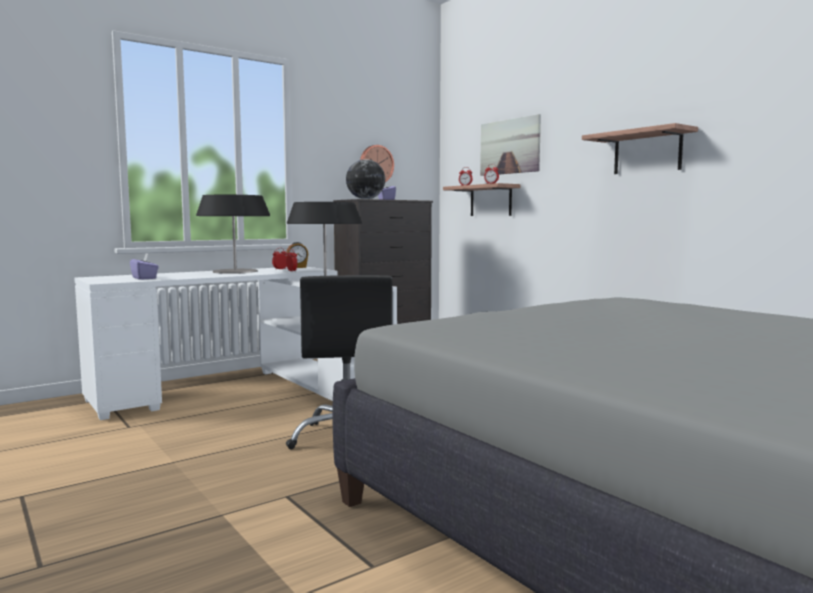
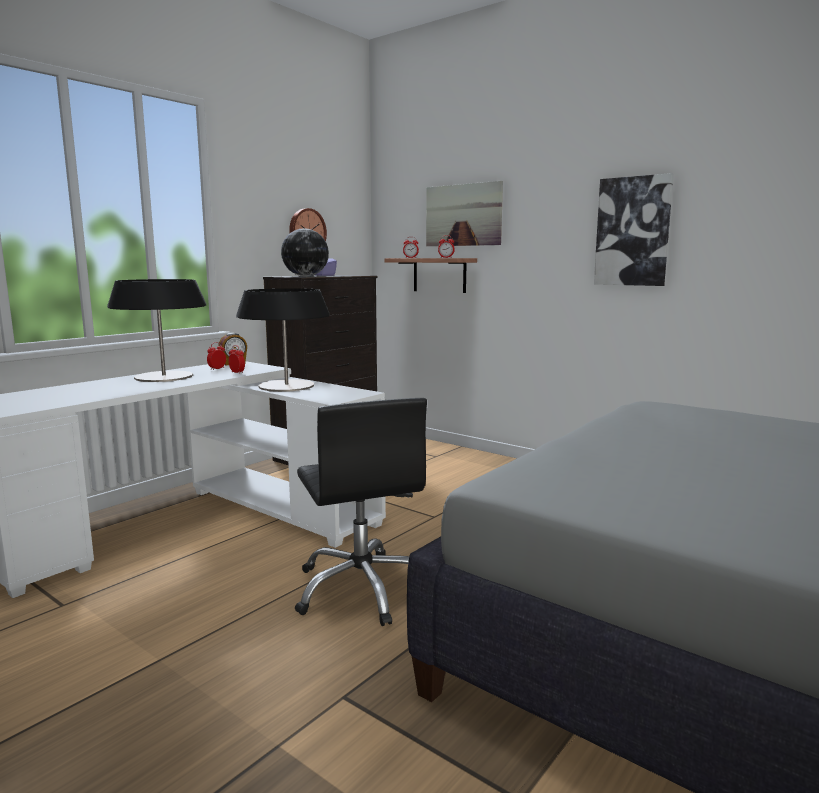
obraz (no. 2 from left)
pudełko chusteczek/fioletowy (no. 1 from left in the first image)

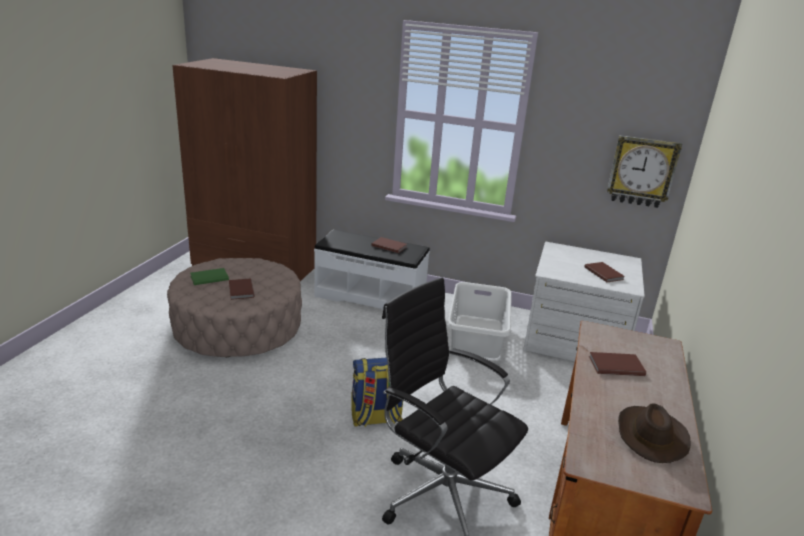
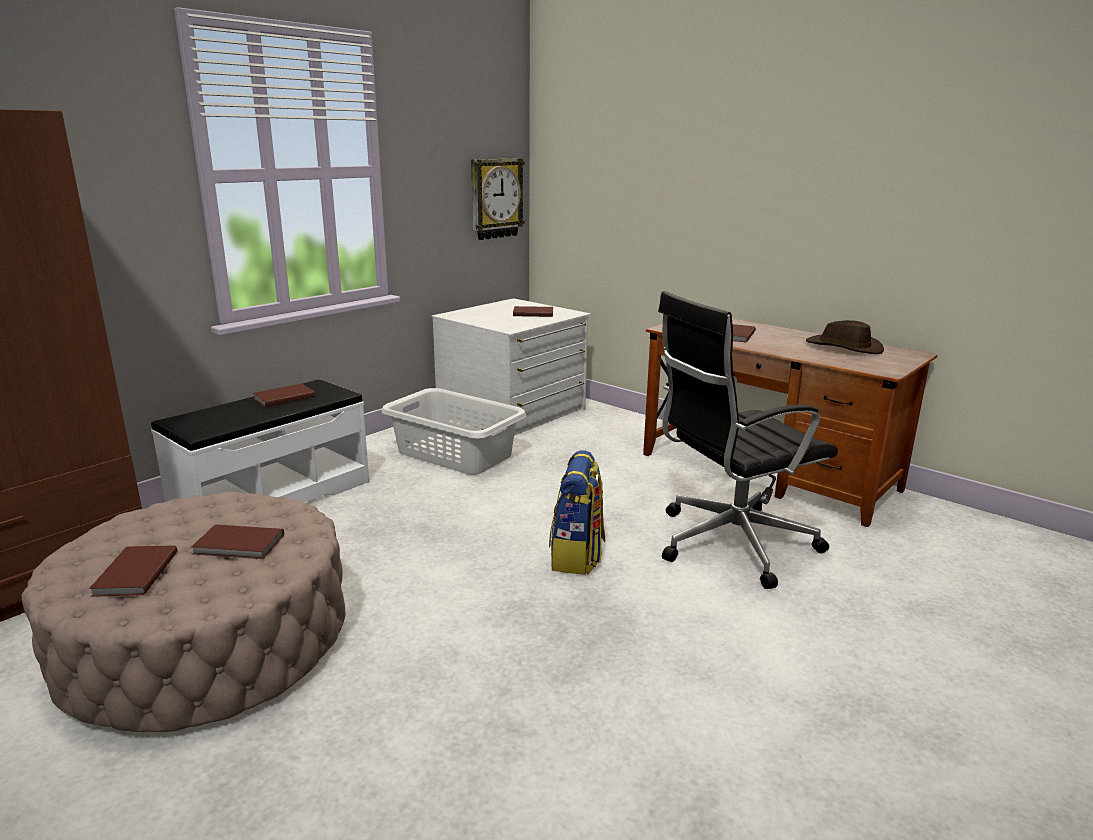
książka/brązowy (no. 1 from left)

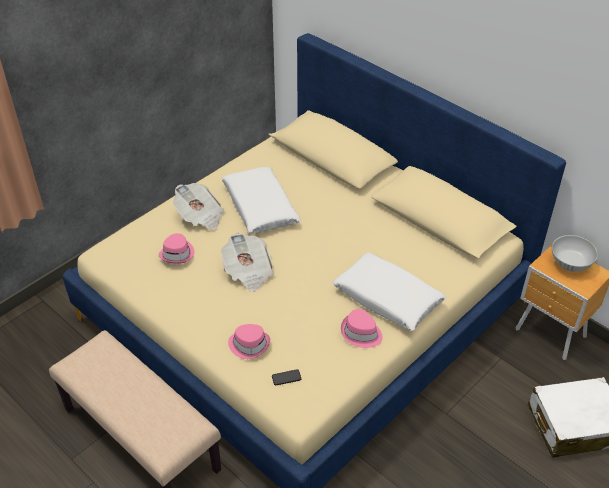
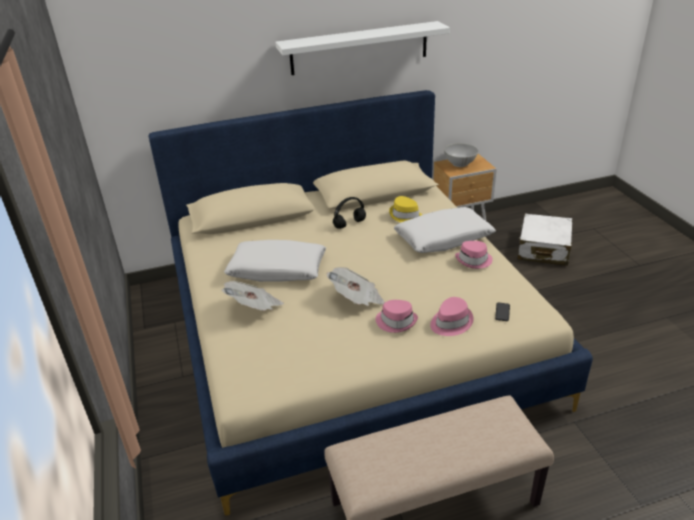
półka/biały
słuchawki/czarny
kapelusz/różowy (no. 1 from left)
kapelusz/żółty

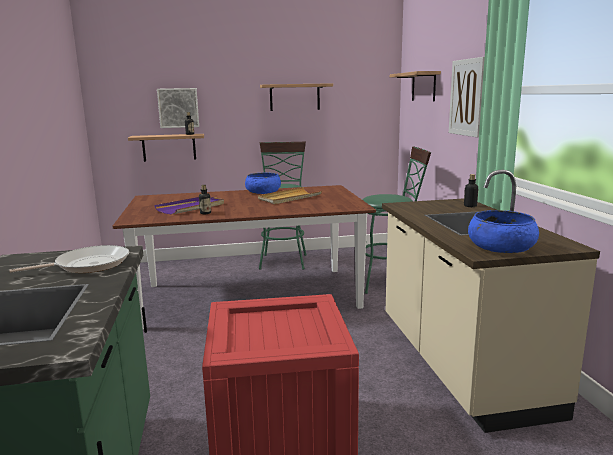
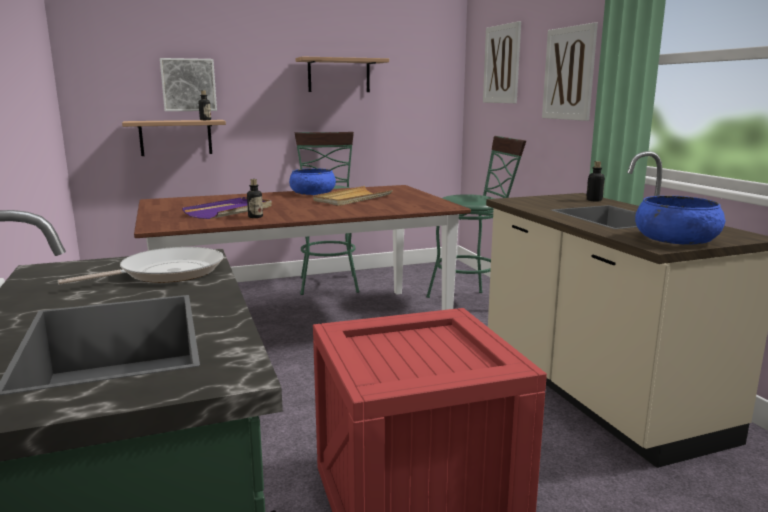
obraz (no. 2 from left)

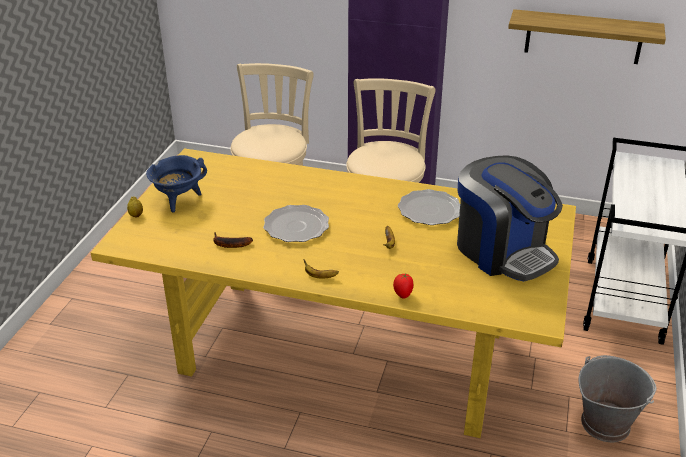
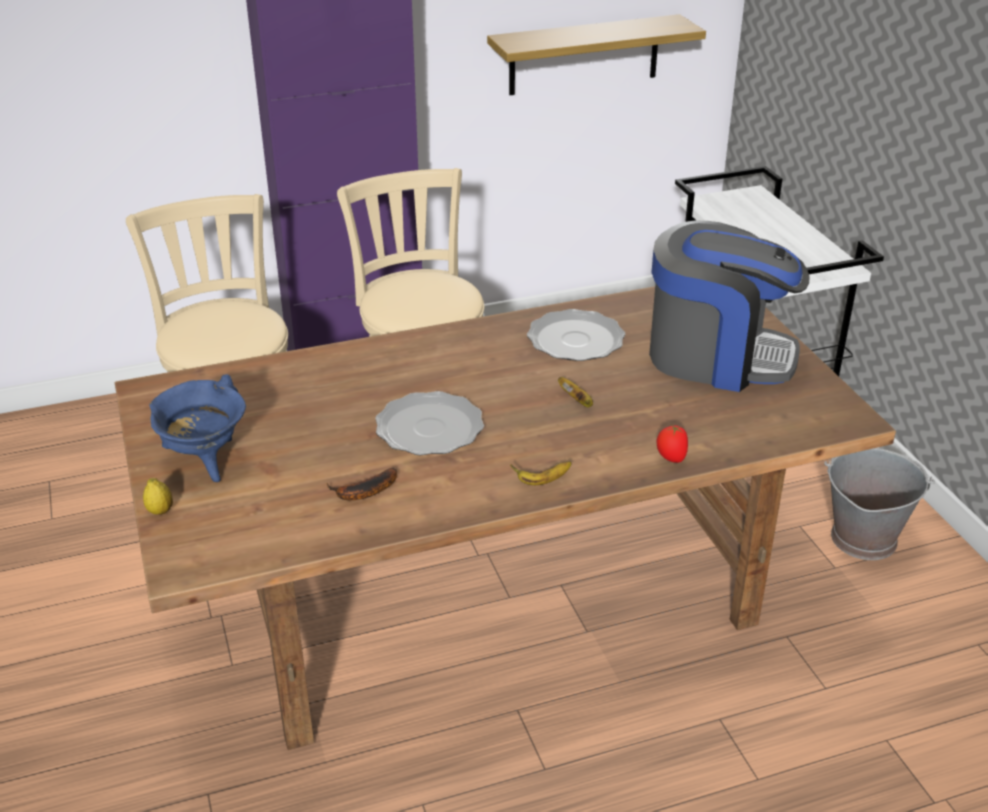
stół jadalny/brązowy

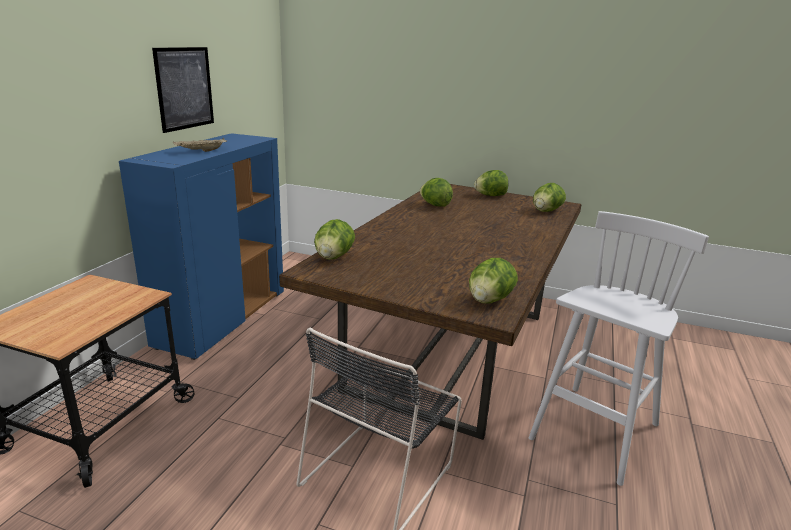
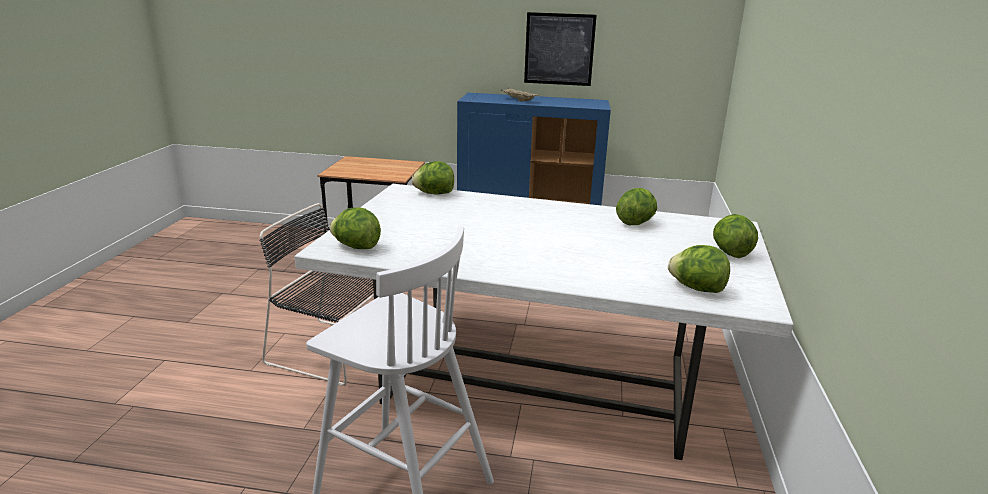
stół jadalny/biały

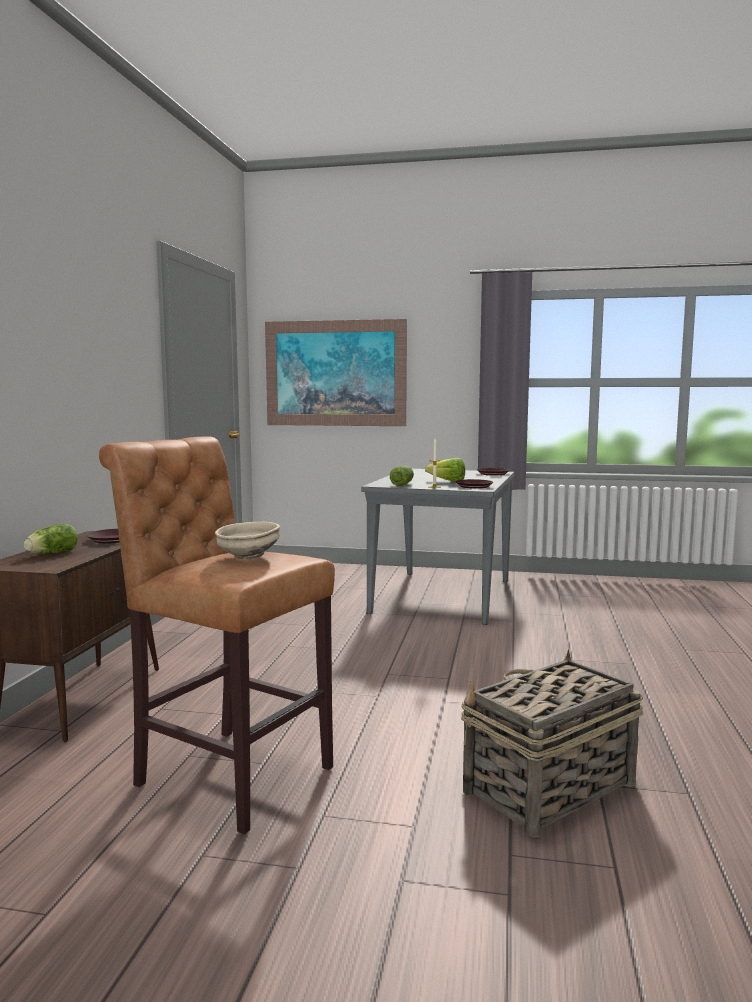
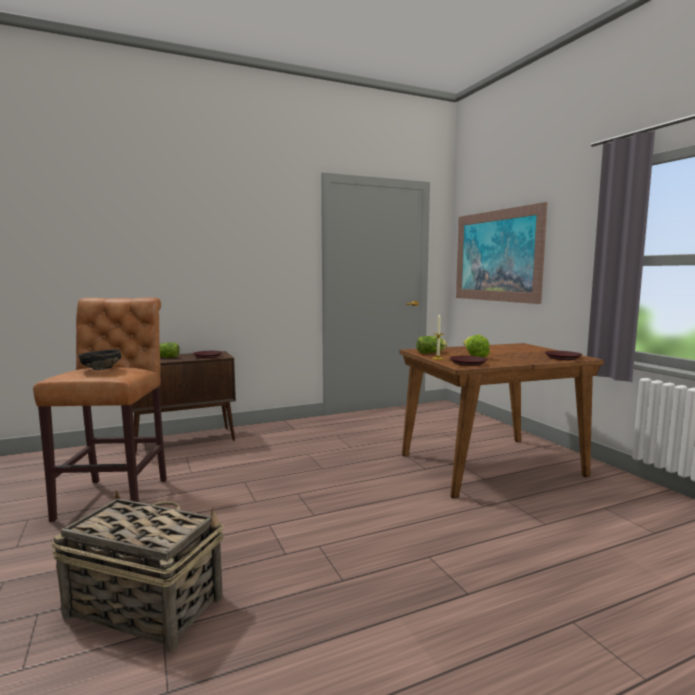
miska/czarny
stół jadalny/brązowy

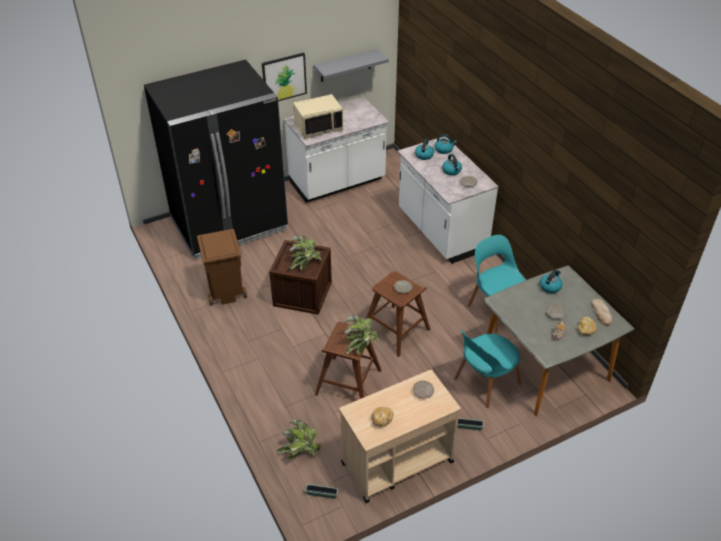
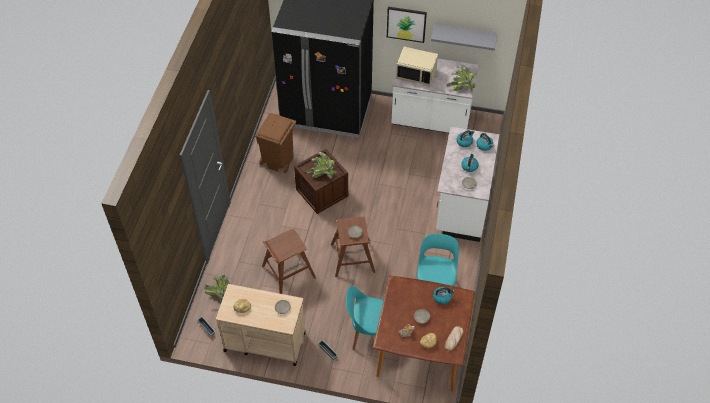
stół jadalny/brązowy
roślina doniczkowa (no. 3 from left)

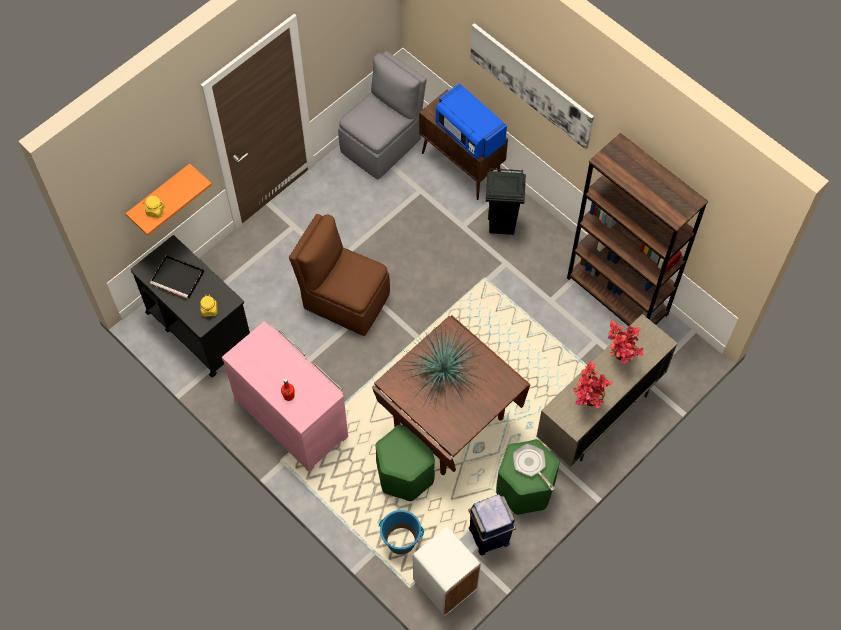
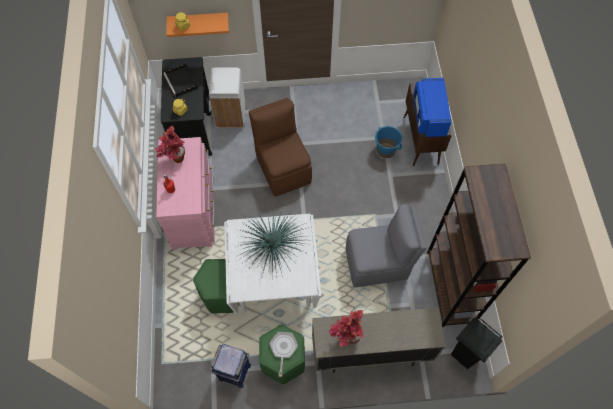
roślina doniczkowa (no. 1 from left)
kosz na śmieci/biały
stół jadalny/biały
krzesło/szary
wiadro/niebieski
kosz na śmieci/czarny
obraz

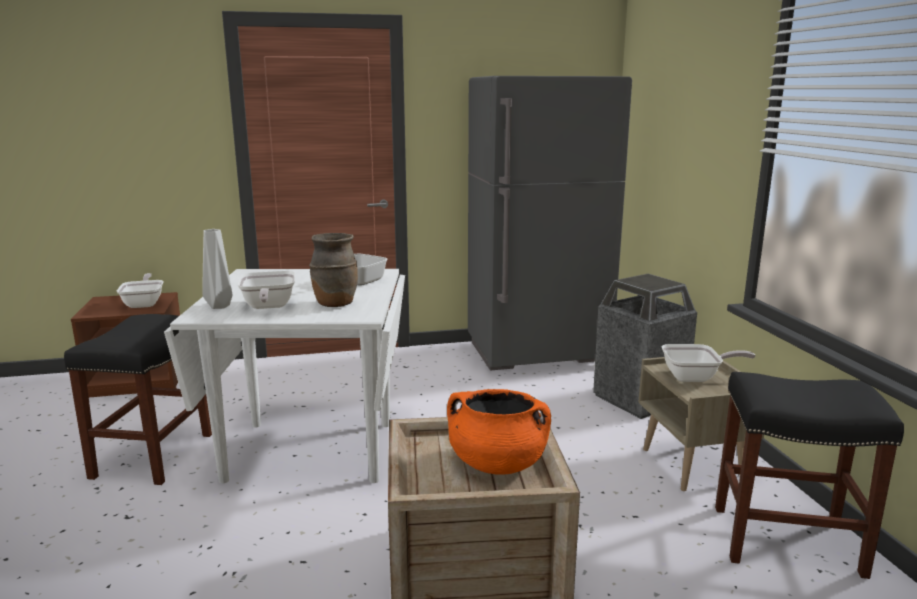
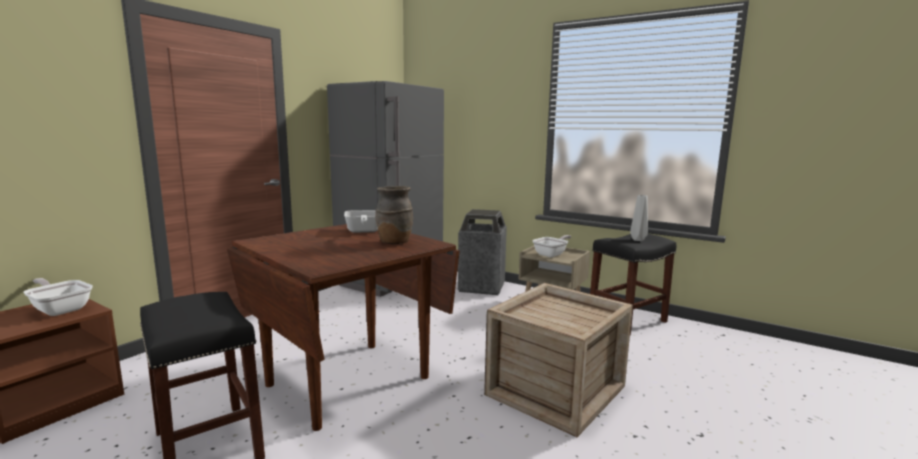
stół jadalny/brązowy
wazon/szary
patelnia (no. 2 from left in the first image)
garnek/pomarańczowy

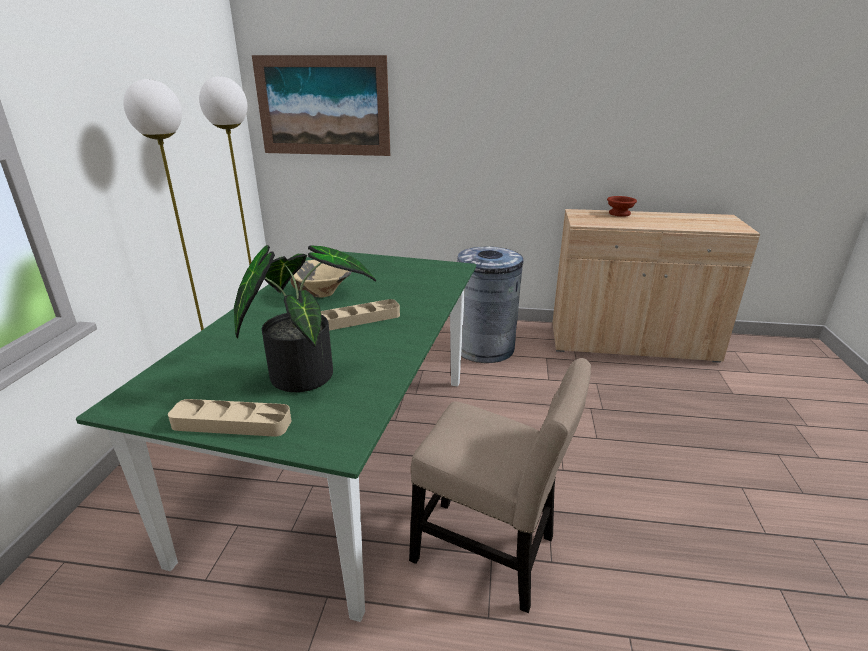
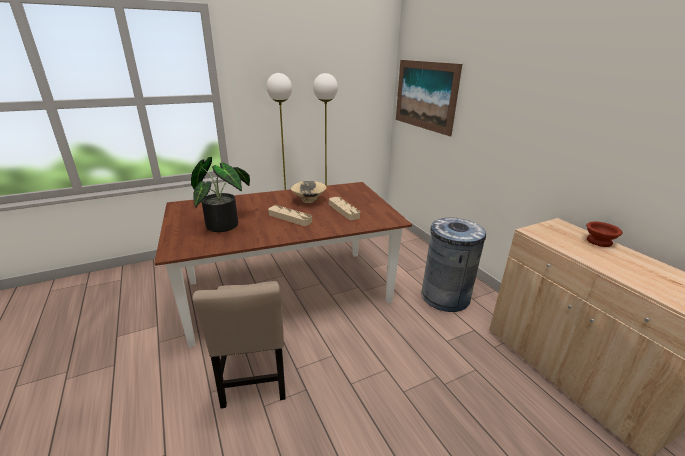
stół jadalny/brązowy
taca/beżowy (no. 2 from left)

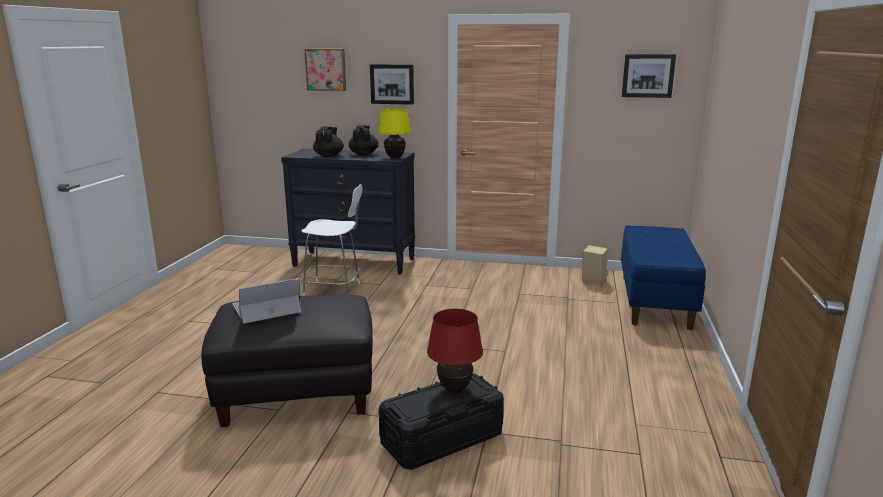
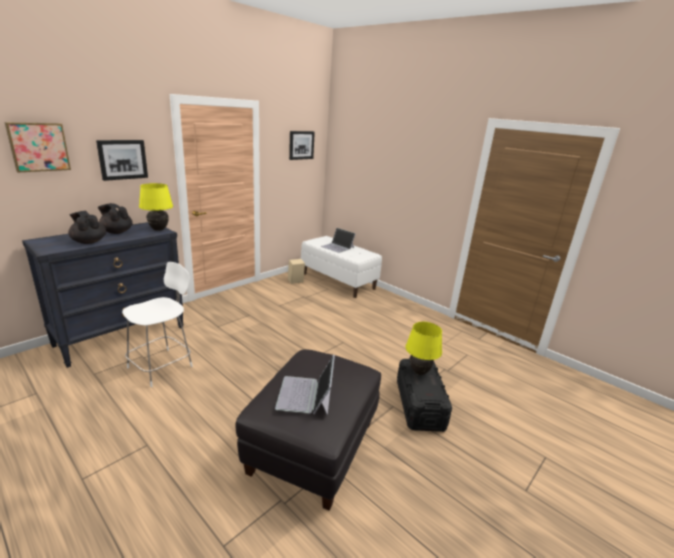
ławka/biały
laptop (no. 2 from left)
lampa stołowa/żółty (no. 2 from left)

